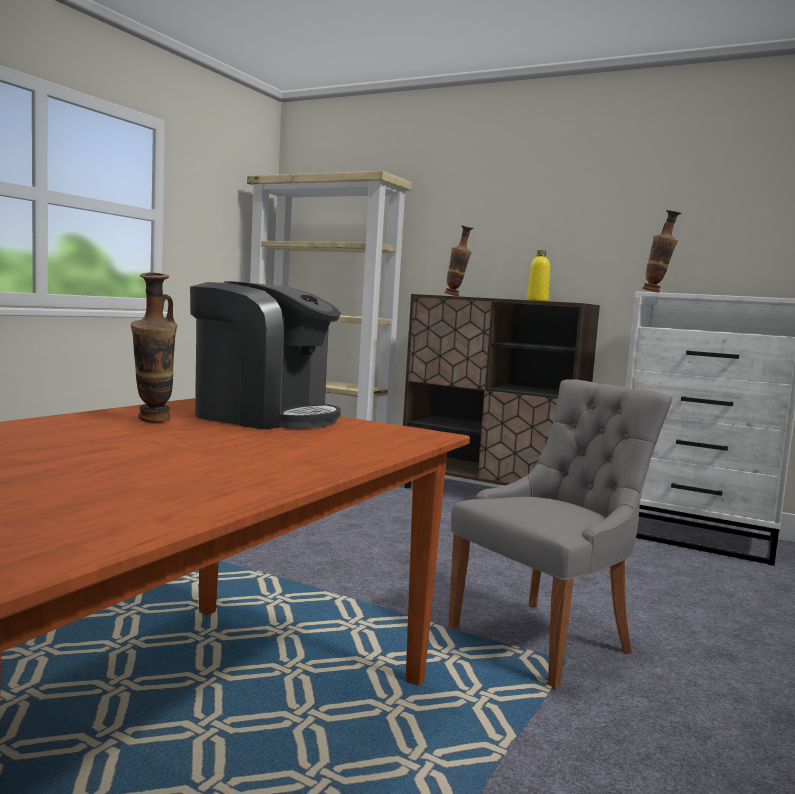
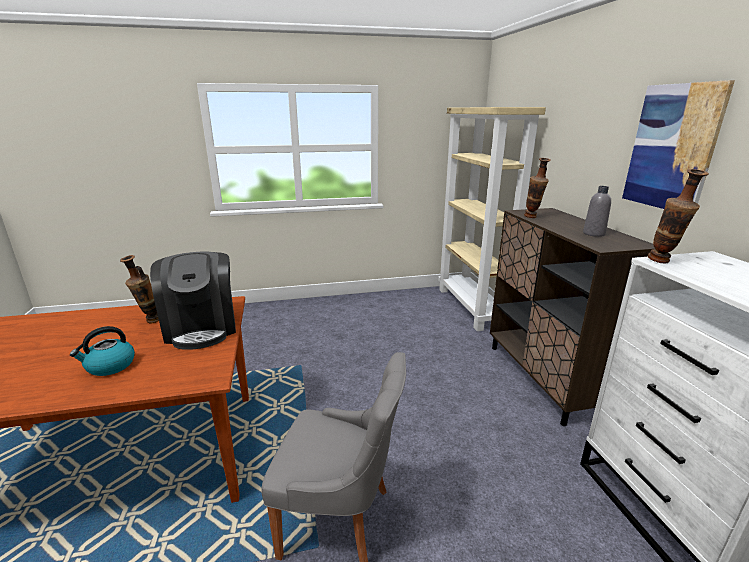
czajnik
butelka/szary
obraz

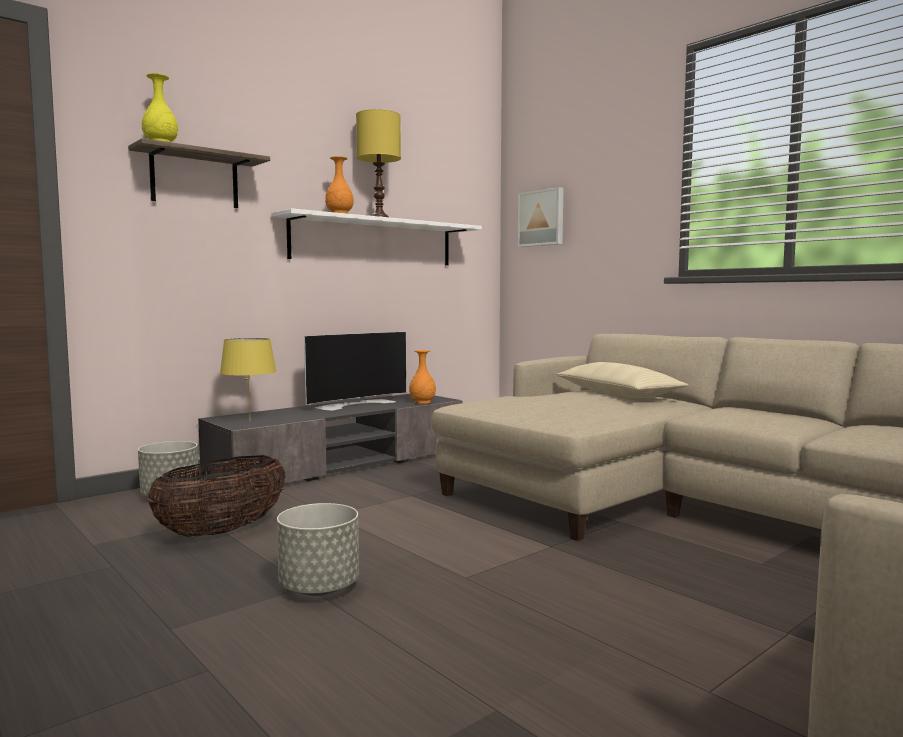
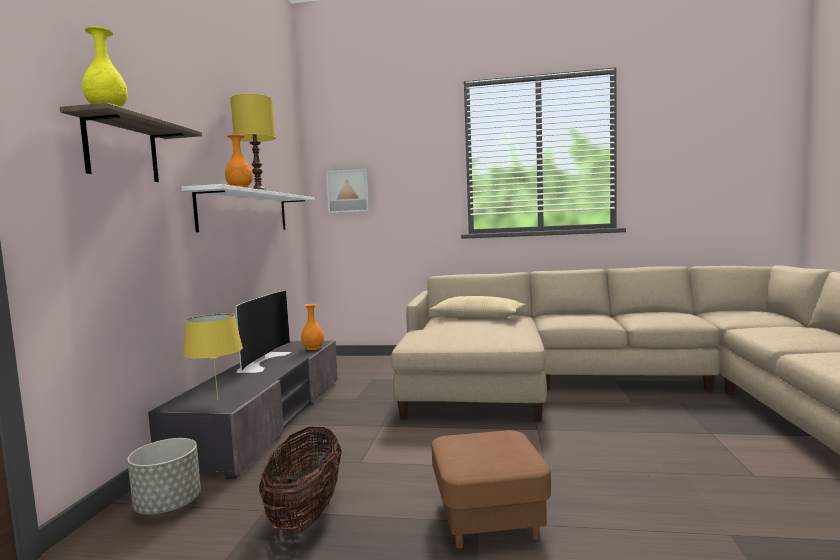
pufa/brązowy

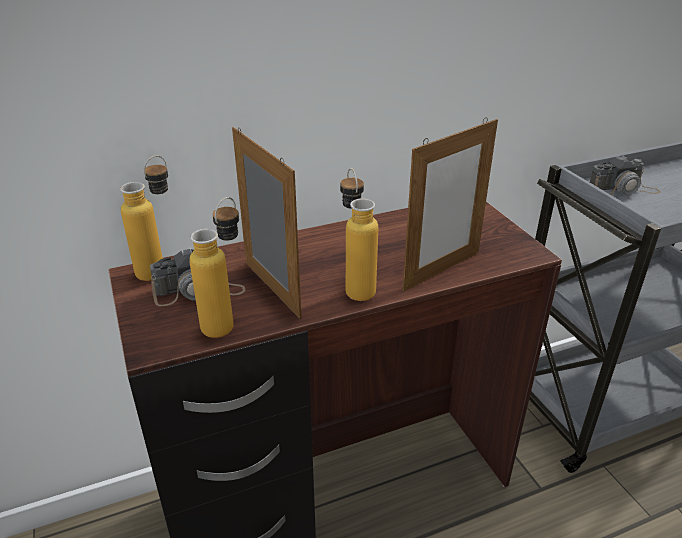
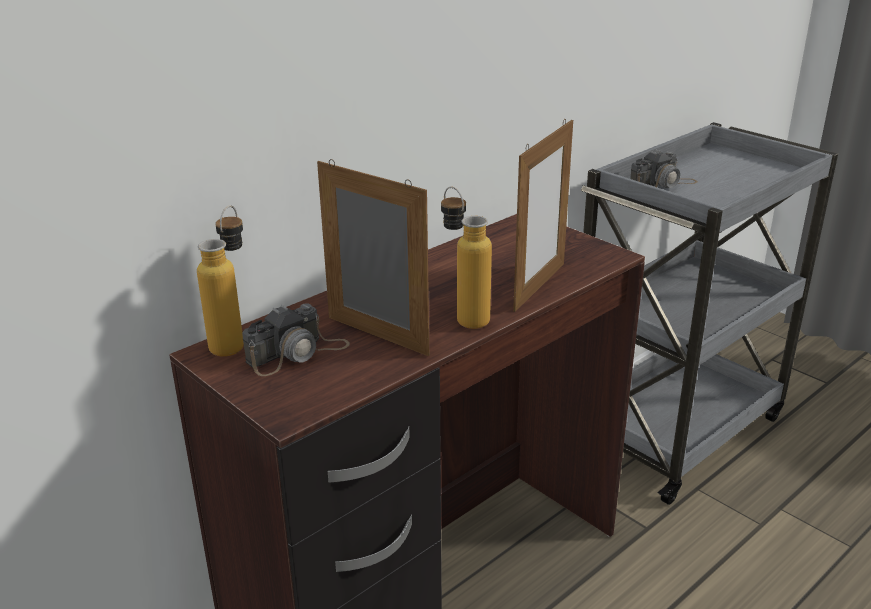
butelka (no. 2 from left in the first image)

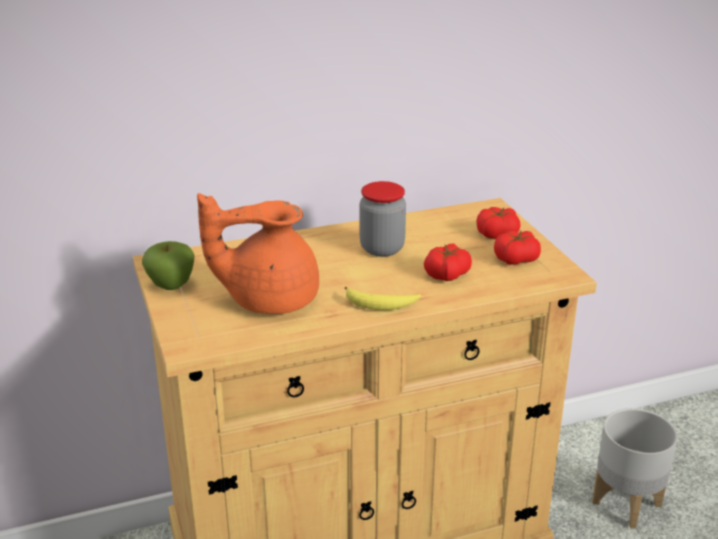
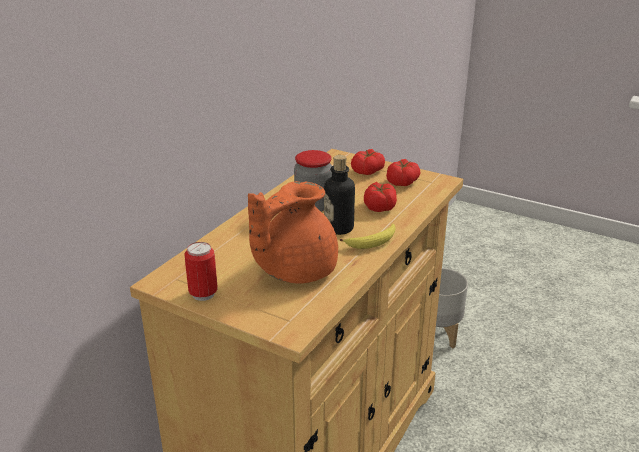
puszka
butelka

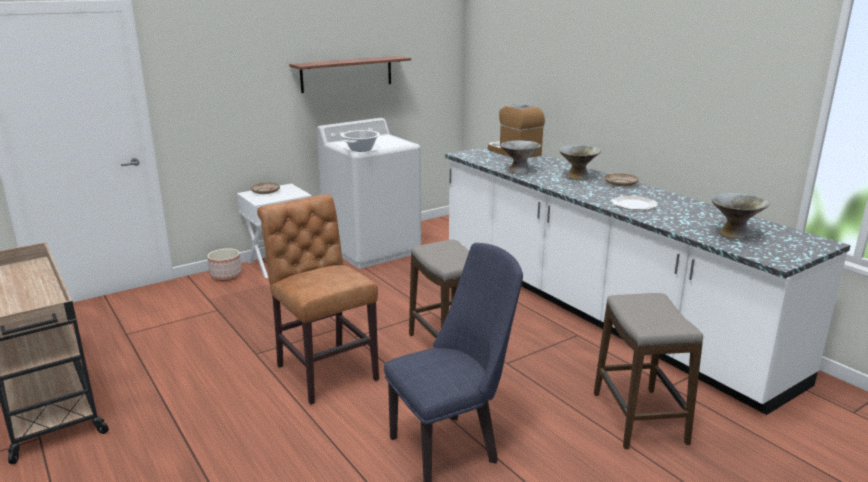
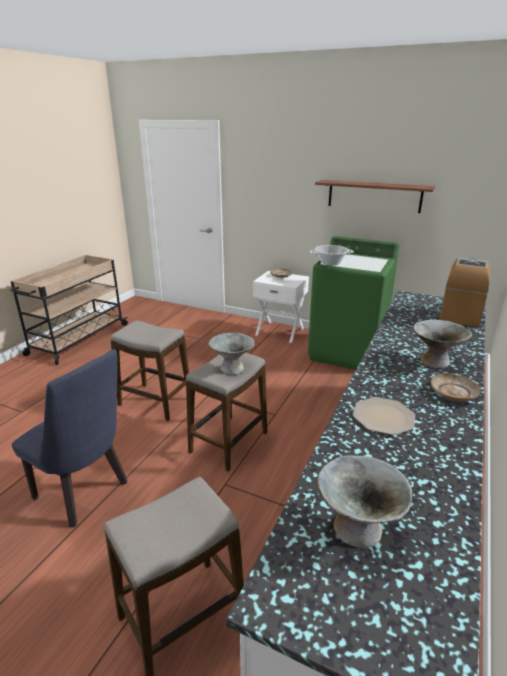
stołek (no. 1 from left)
miska/szary (no. 1 from left)
pralka/zielony
donica

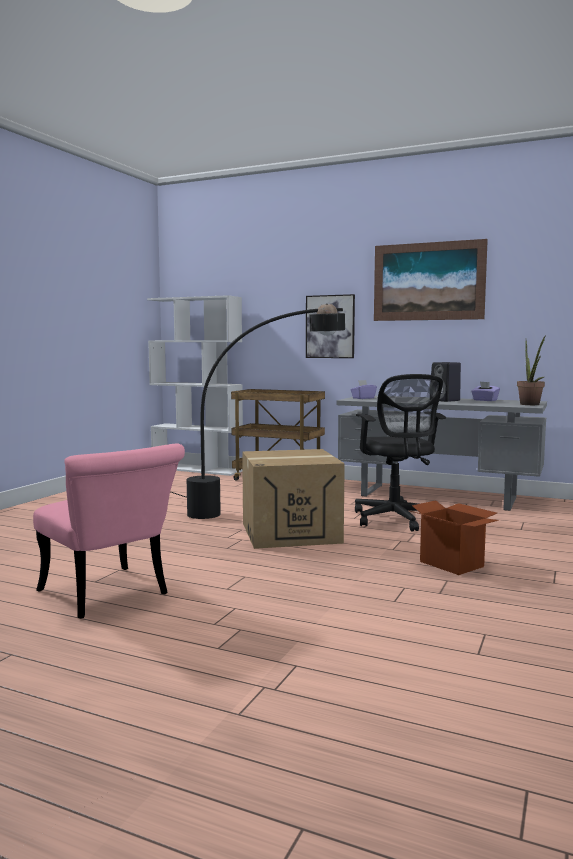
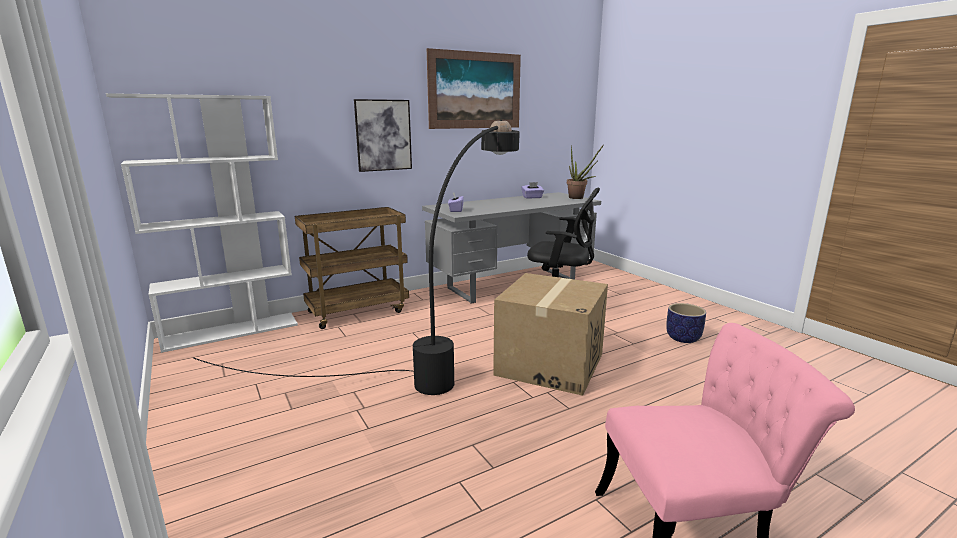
donica
głośnik/czarny

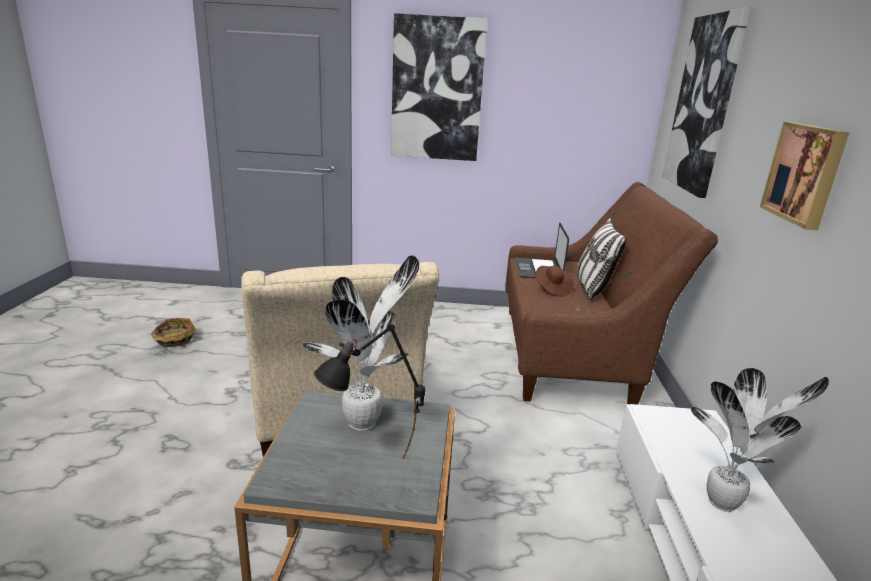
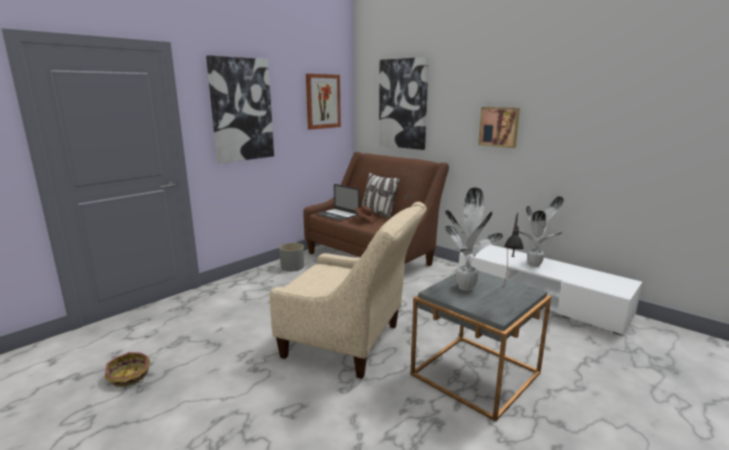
donica/szary
obraz (no. 2 from left)

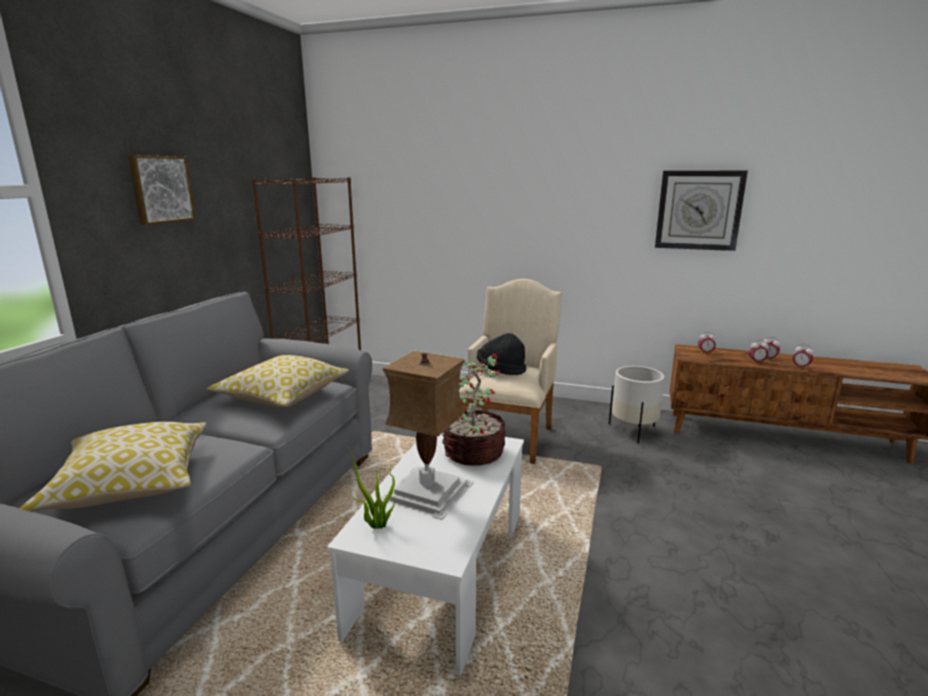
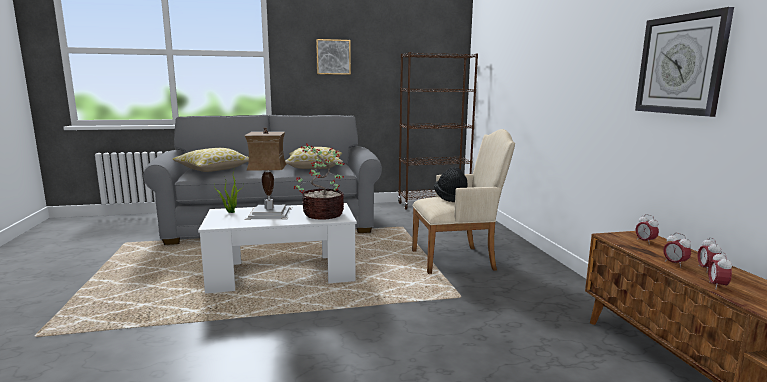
donica/biały

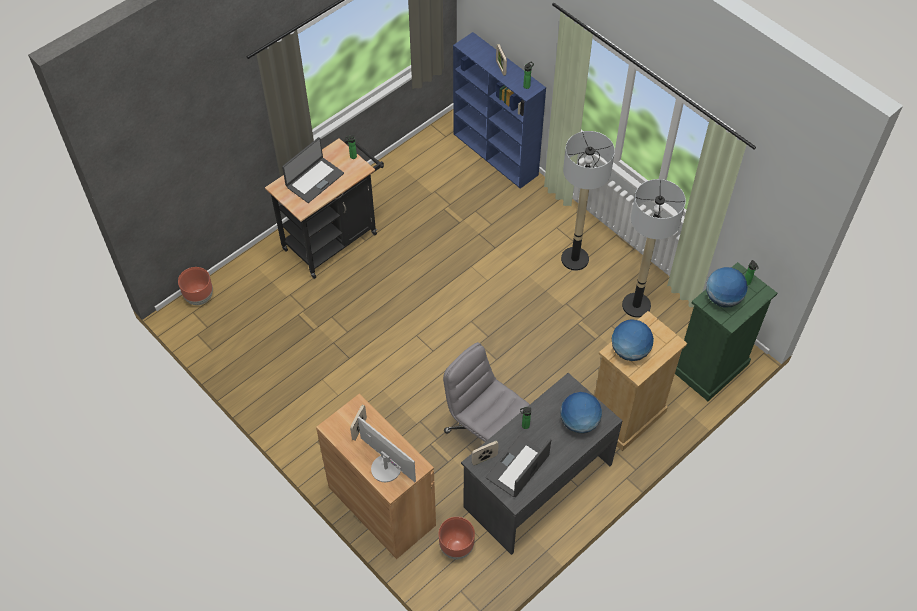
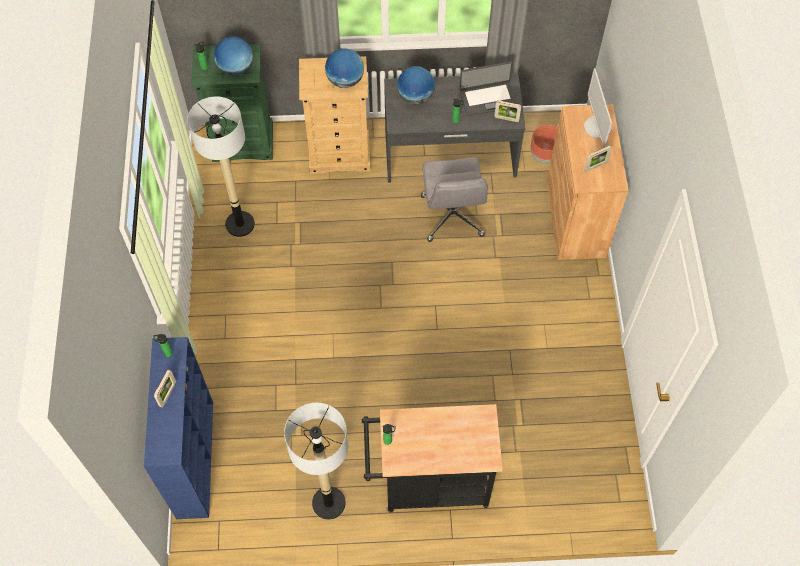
lampa stojąca (no. 2 from left)
donica/brązowy (no. 1 from left in the first image)
laptop (no. 1 from left in the first image)

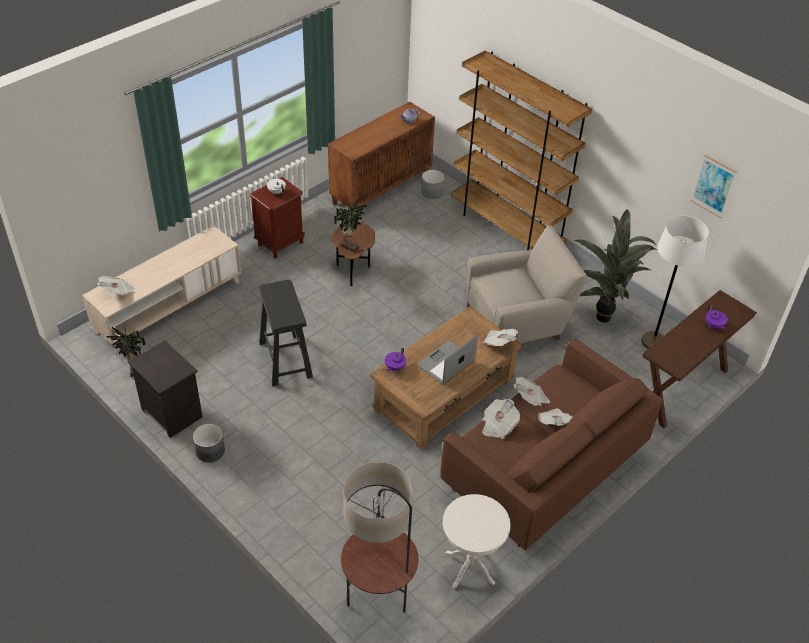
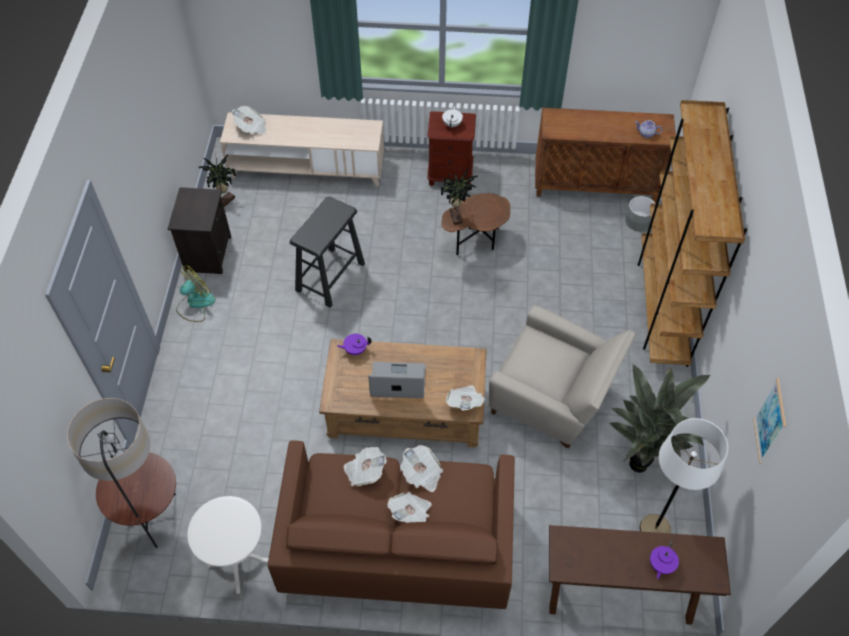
wentylator

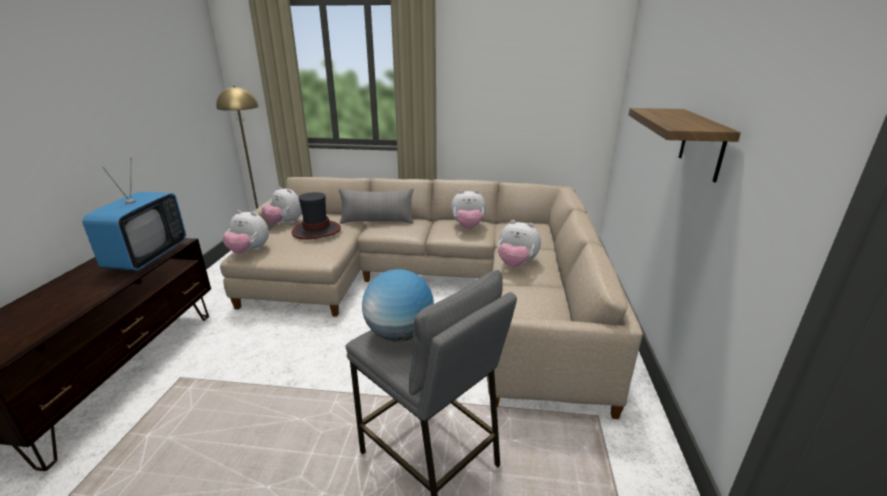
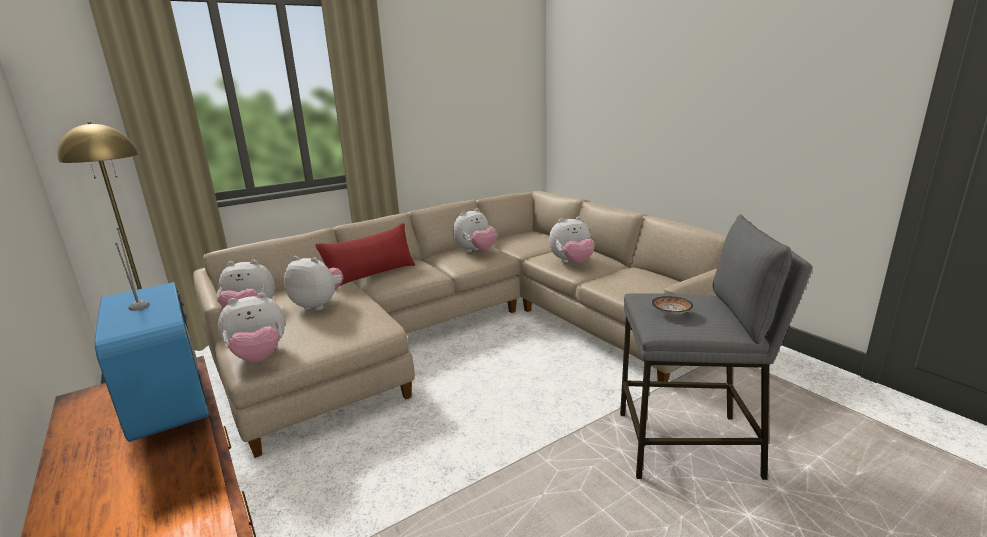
pluszak (no. 3 from left)
poduszka/czerwony
miska
półka

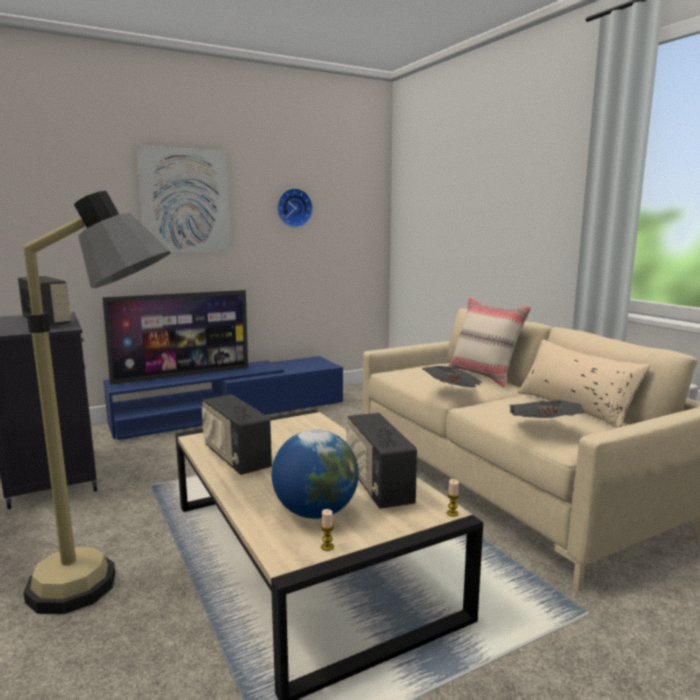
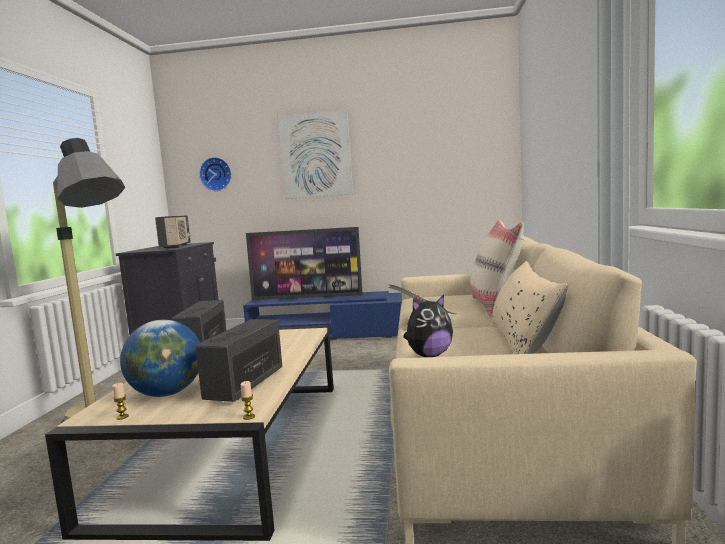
zegar ścienny
pluszak

